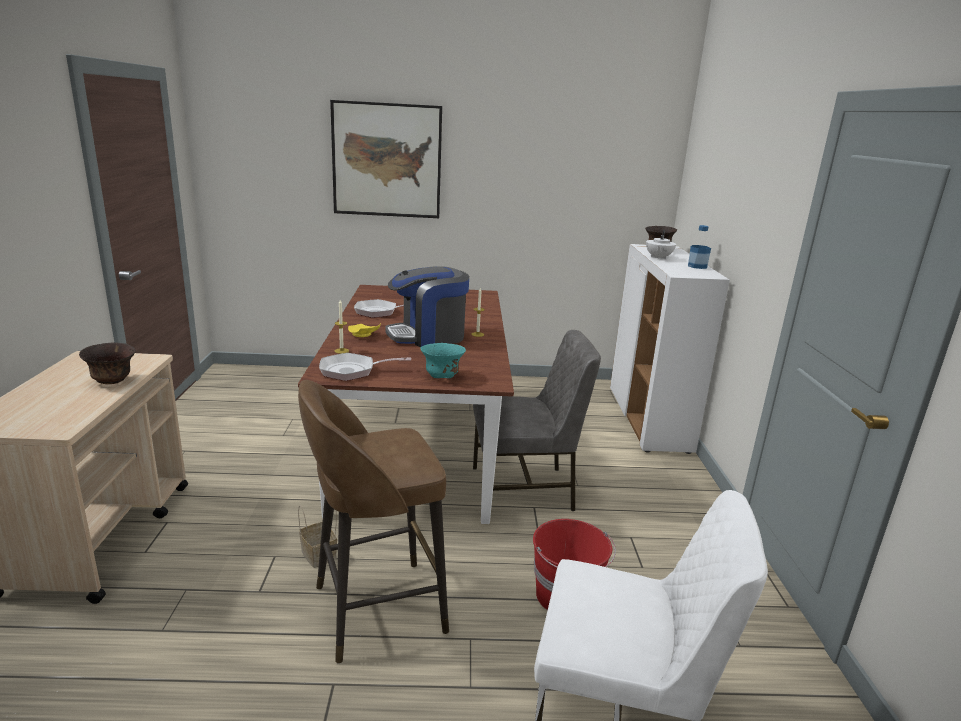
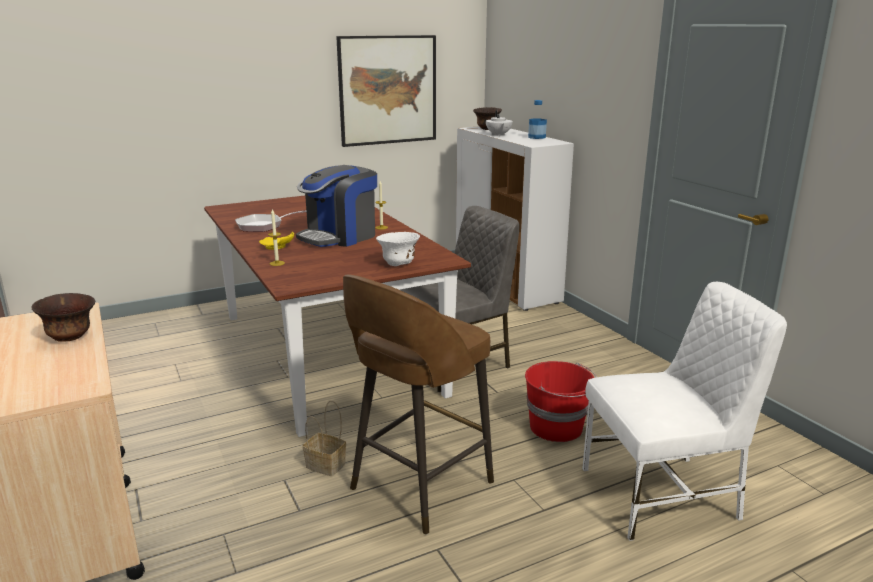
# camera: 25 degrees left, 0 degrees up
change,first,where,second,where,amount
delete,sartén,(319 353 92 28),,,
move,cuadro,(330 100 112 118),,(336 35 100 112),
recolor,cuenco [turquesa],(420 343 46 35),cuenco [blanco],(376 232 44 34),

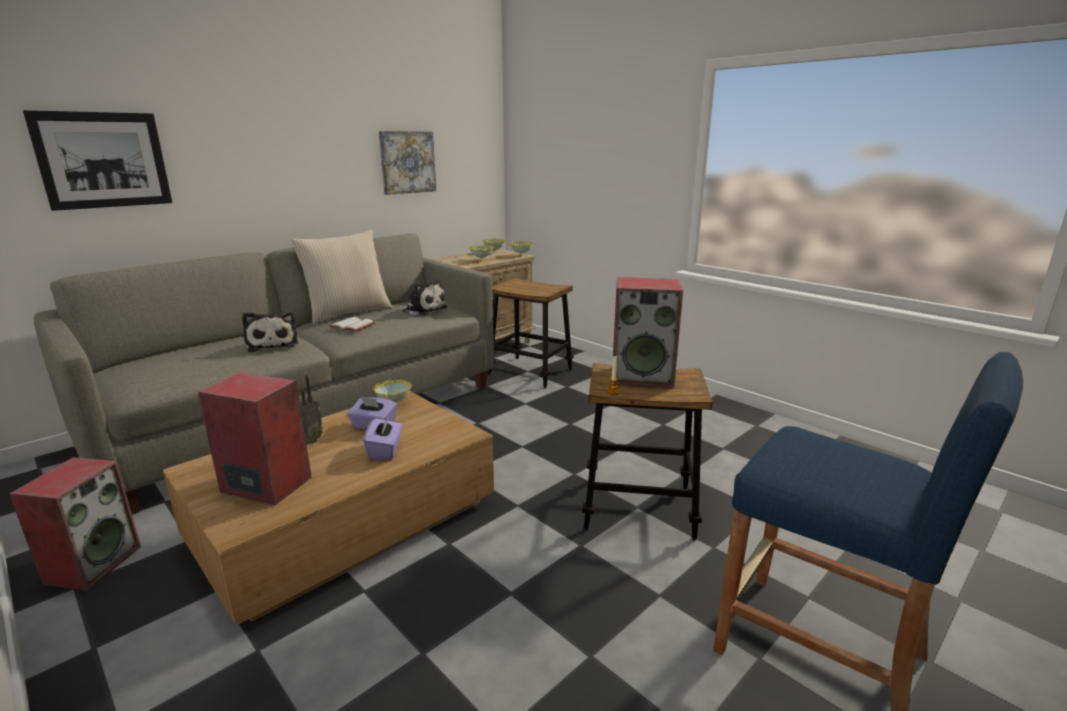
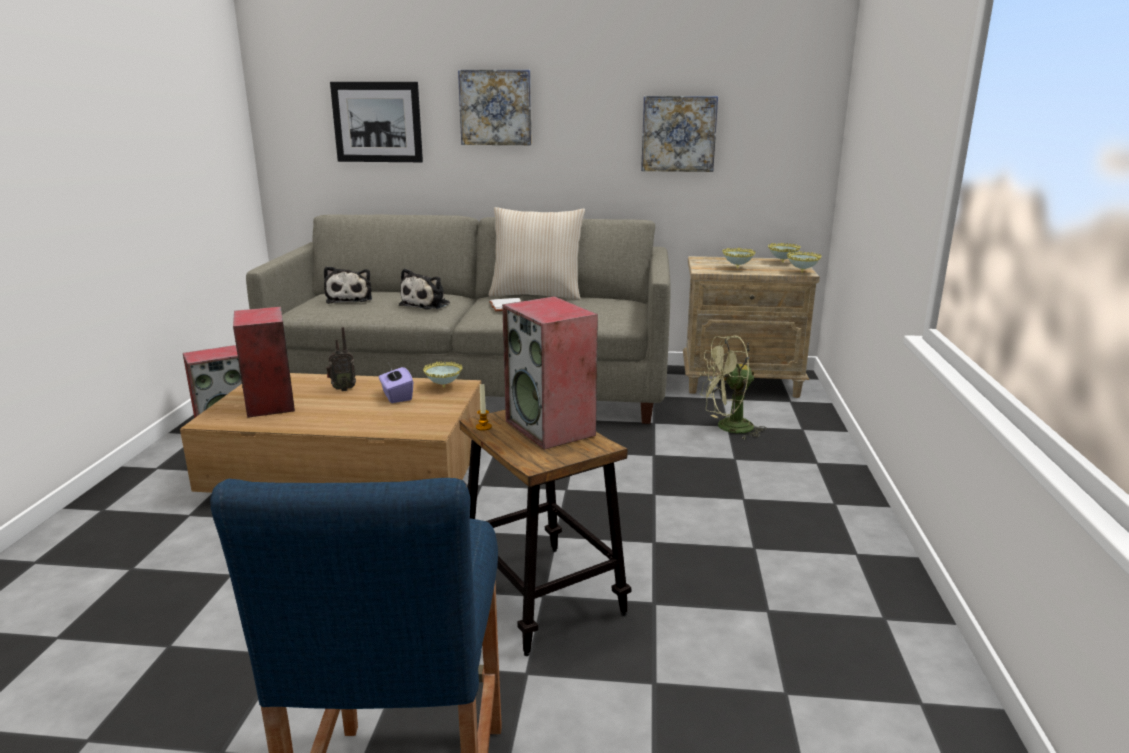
# camera: 50 degrees right, 0 degrees up
change,first,where,second,where,amount
delete,caja de pañuelos [morado],(364 415 38 45),,,
insert,,,cuadro,(458 70 74 75),
move,peluche,(399 281 48 35),,(324 266 48 38),
replace,taburete,(488 278 86 110),ventilador [verde],(700 335 67 105),

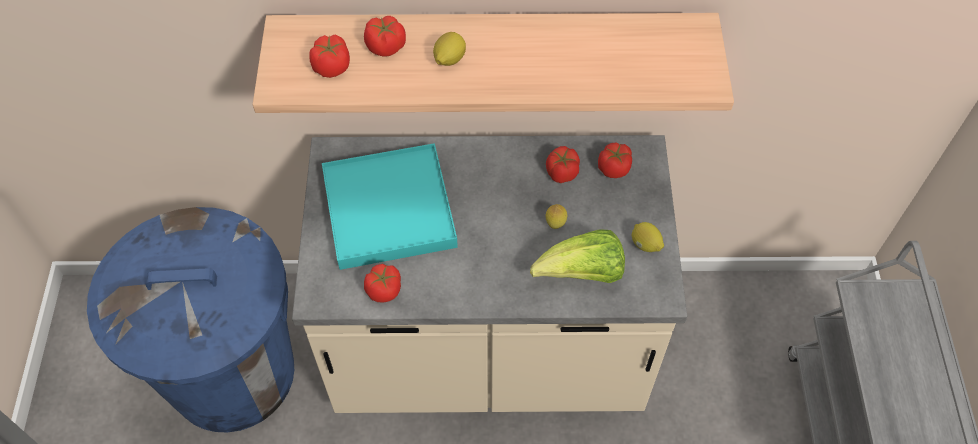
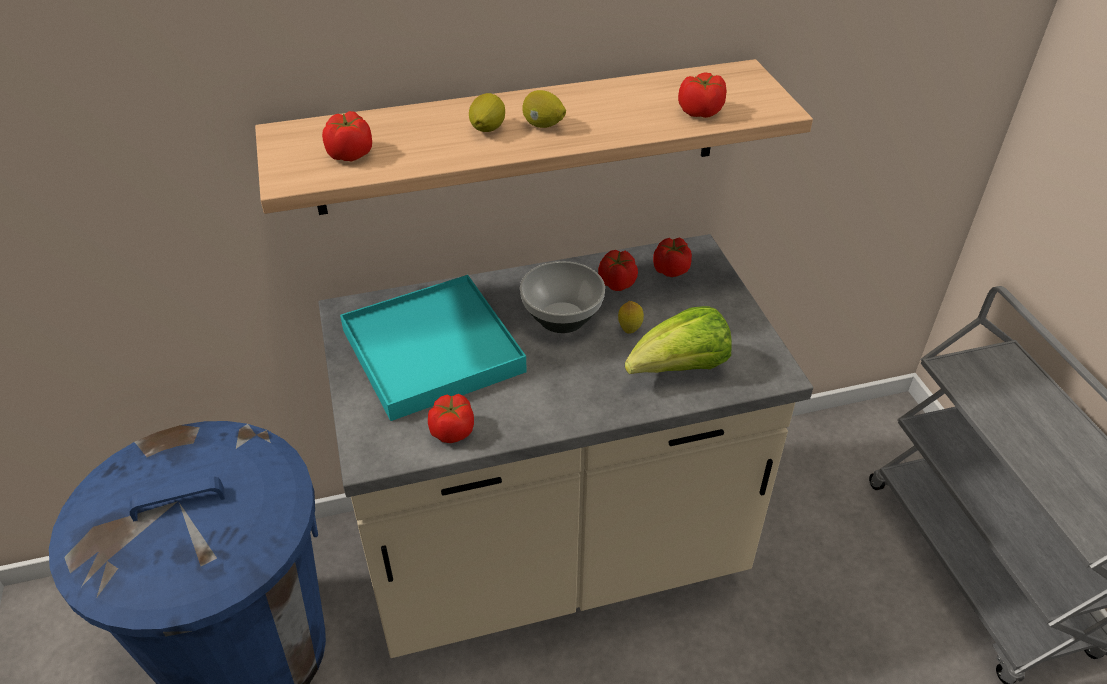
# camera: 15 degrees left, 15 degrees down
change,first,where,second,where,amount
insert,,,cuenco,(520 261 85 72),
move,tomate,(364 16 42 41),,(678 72 49 46),
move,limón,(632 222 32 30),,(522 90 44 38),

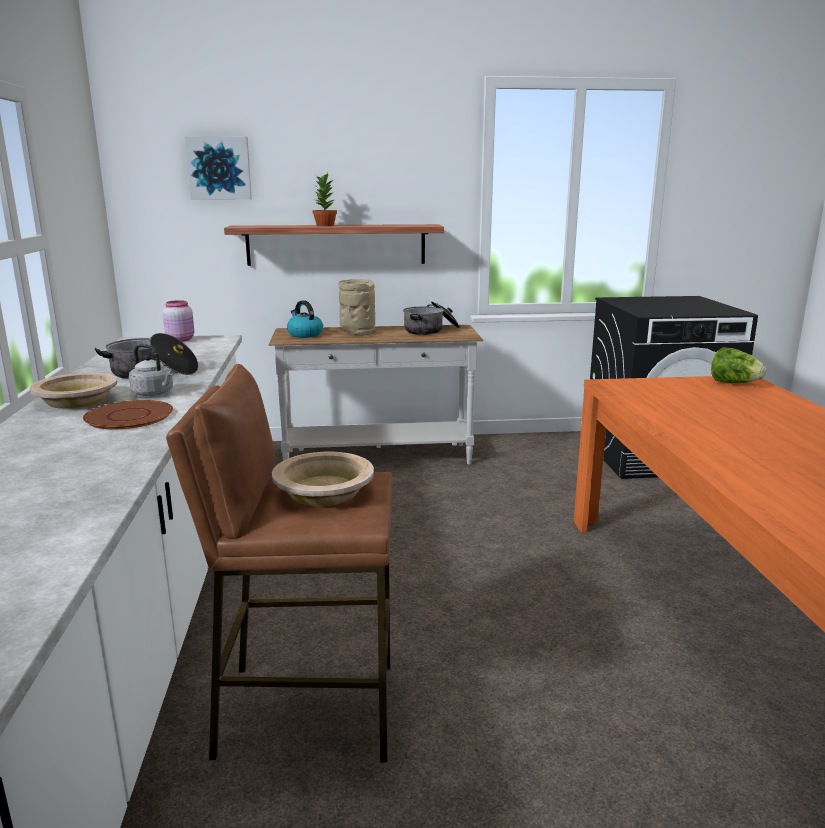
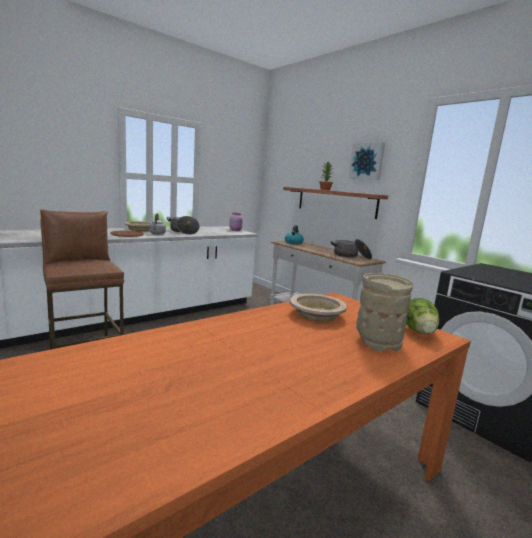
# camera: 55 degrees right, 5 degrees down
change,first,where,second,where,amount
move,cuadro,(185 136 67 64),,(349 142 36 38),
move,cuenco [beis],(272 452 102 54),,(290 294 57 28),
move,florero [beis],(339 279 36 56),,(356 273 57 79),

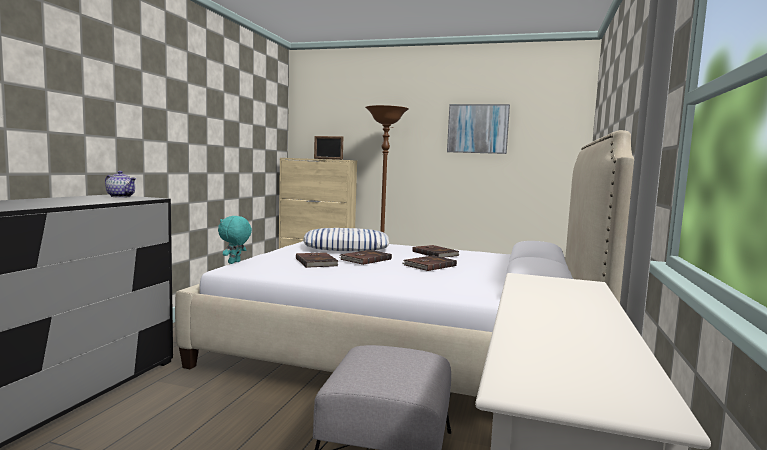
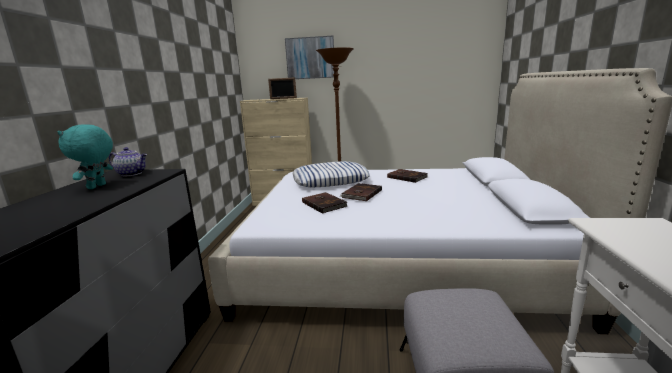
# camera: 10 degrees left, 10 degrees up
change,first,where,second,where,amount
delete,libro [marrón],(403 255 54 16),,,
move,peluche [turquesa],(218 216 34 48),,(57 124 56 65),
move,cuadro,(447 104 63 50),,(285 36 49 43),

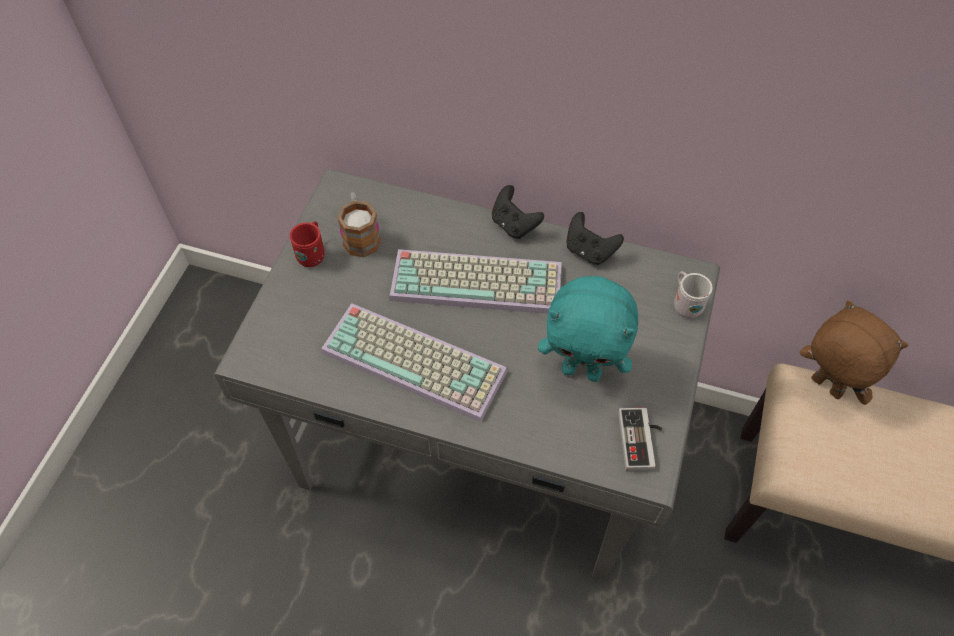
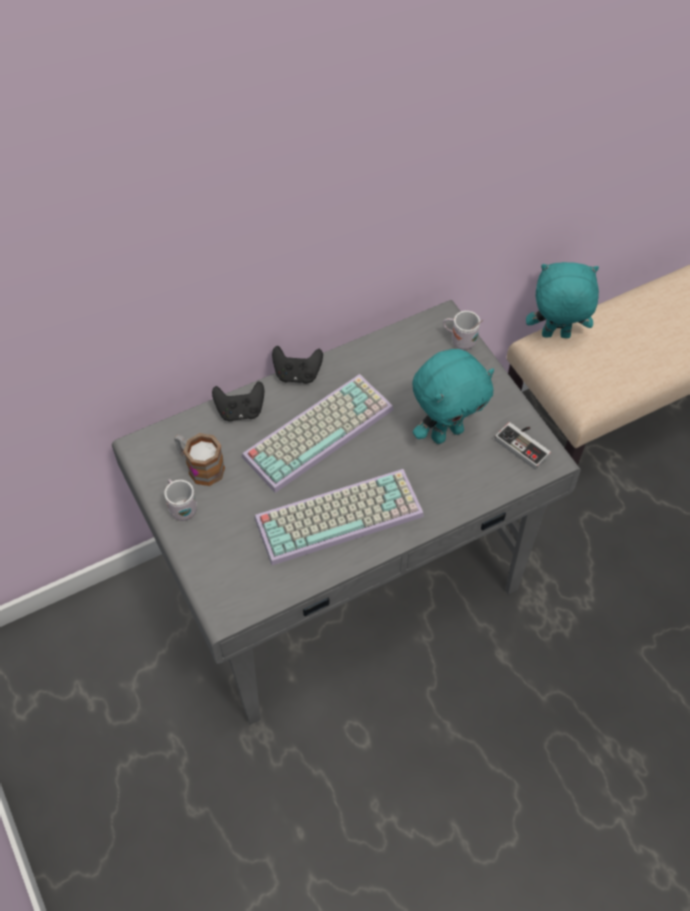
# camera: 45 degrees left, 0 degrees up
change,first,where,second,where,amount
move,mando de consola [negro],(566 212 58 53),,(212 381 52 41),
recolor,taza grande [rojo],(290 221 35 46),taza grande [blanco],(164 479 33 42),
recolor,peluche [marrón],(800 300 108 105),peluche [turquesa],(526 262 73 76),

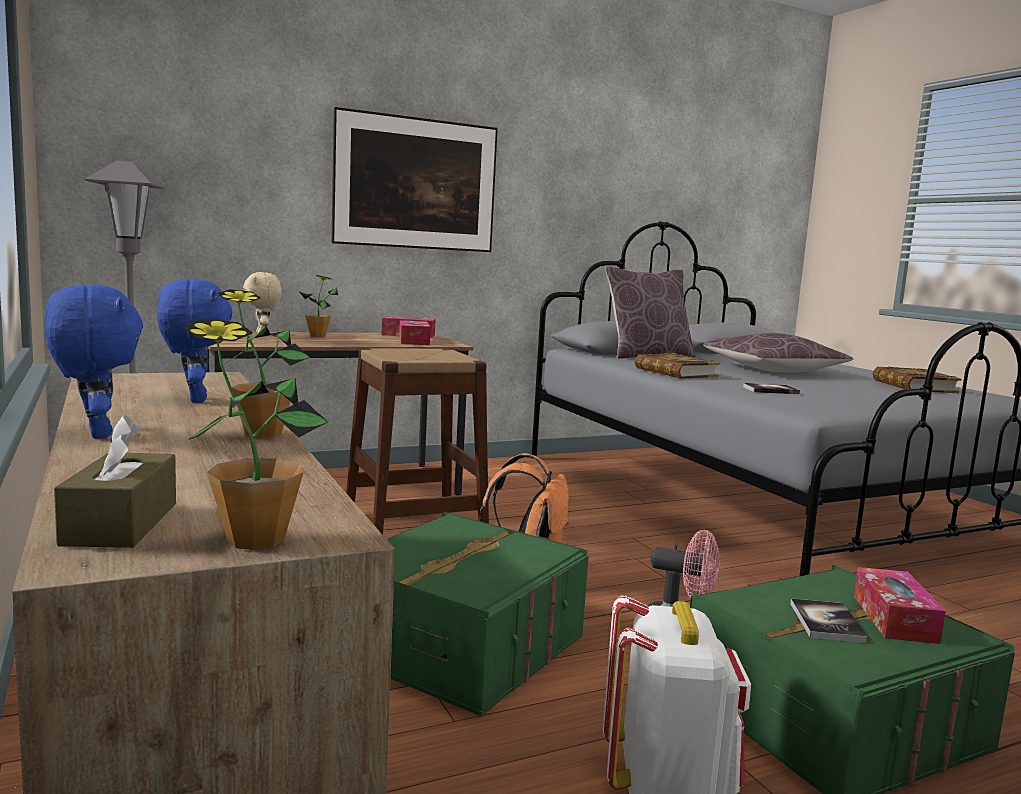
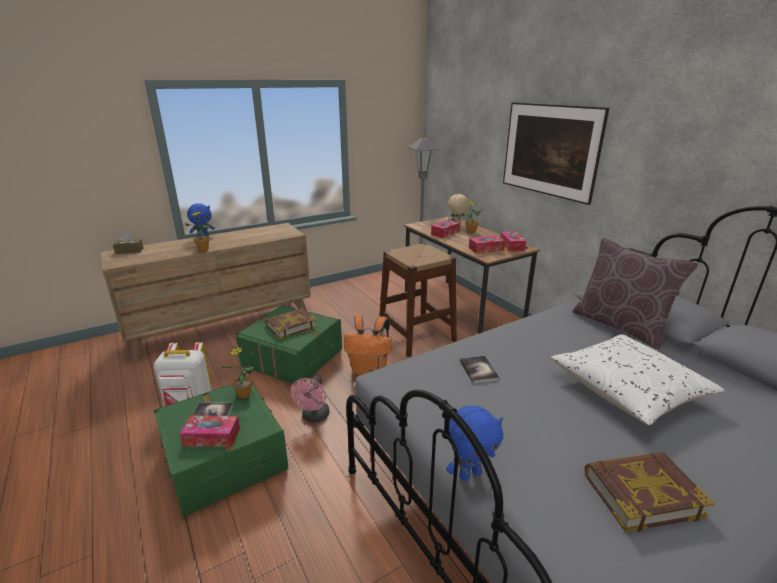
# camera: 85 degrees right, 15 degrees up
change,first,where,second,where,amount
insert,,,caja de pañuelos,(431 220 29 18),
move,peluche [azul],(157 279 75 124),,(446 406 57 76),
move,planta en maceta,(182 319 146 231),,(222 347 33 52),
move,libro,(635 353 85 26),,(265 308 52 31),
recolor,cojín [marrón],(703 333 150 39),cojín [blanco],(551 334 173 91),

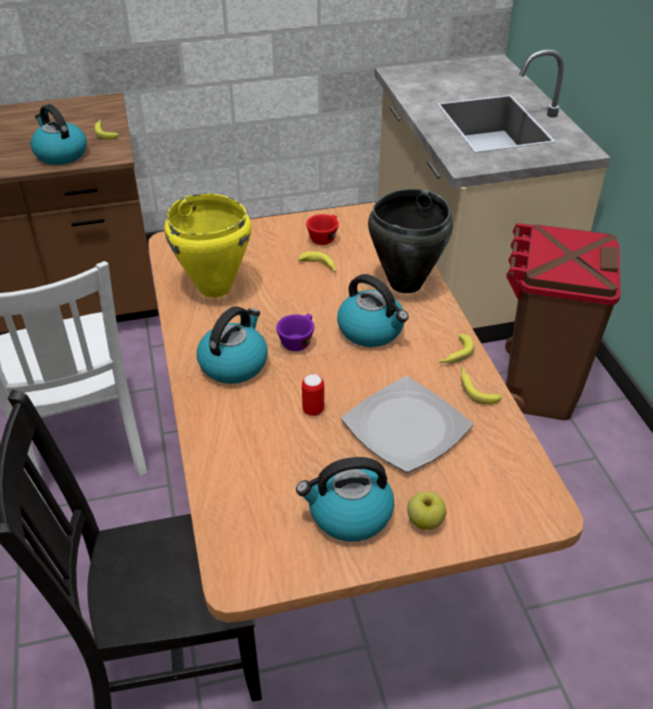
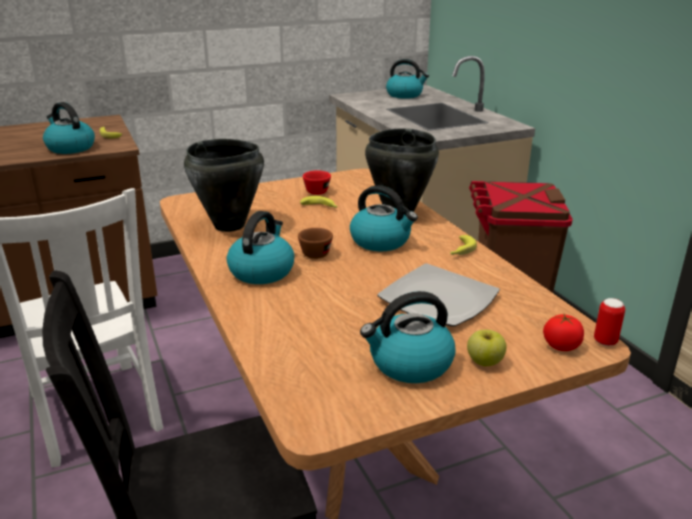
# camera: 10 degrees left, 15 degrees down
change,first,where,second,where,amount
delete,plátano,(461 367 41 38),,,
insert,,,hervidor,(386 59 43 40),
insert,,,tomate,(543 314 41 37),
move,lata,(302 374 22 42),,(594 298 31 48),
recolor,olla [amarillo],(165 193 87 105),olla [negro],(184 139 80 93),
recolor,taza [morado],(276 314 38 37),taza [marrón],(298 228 35 31),

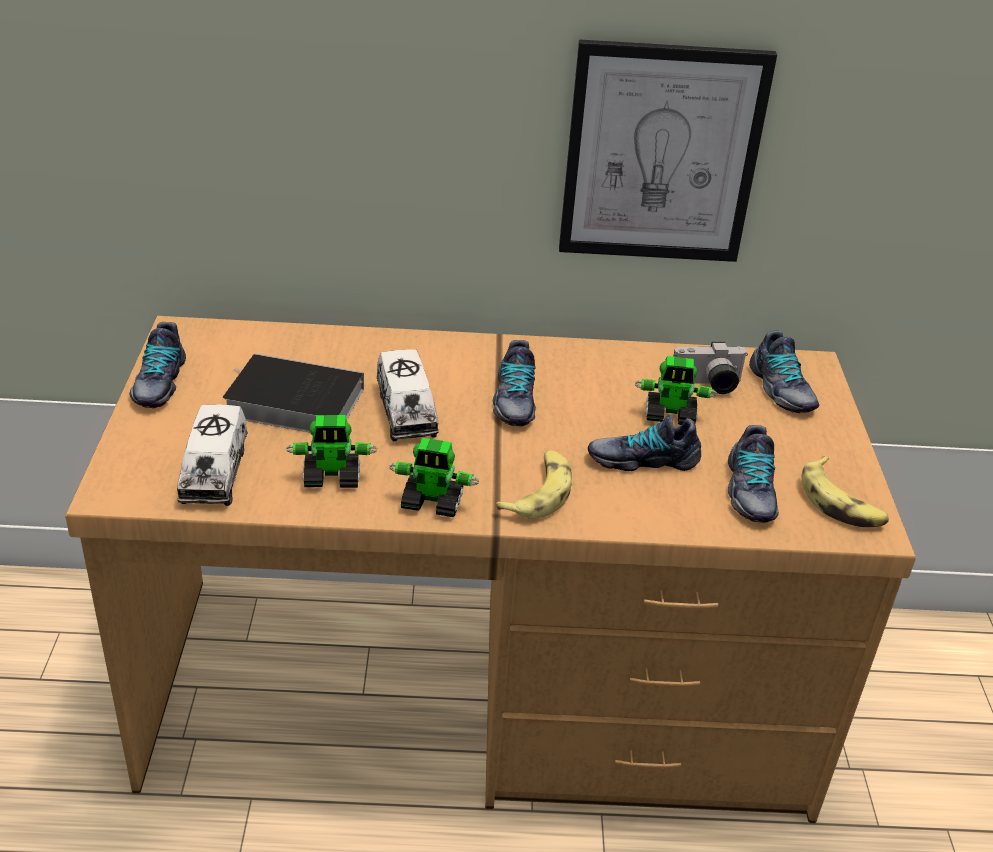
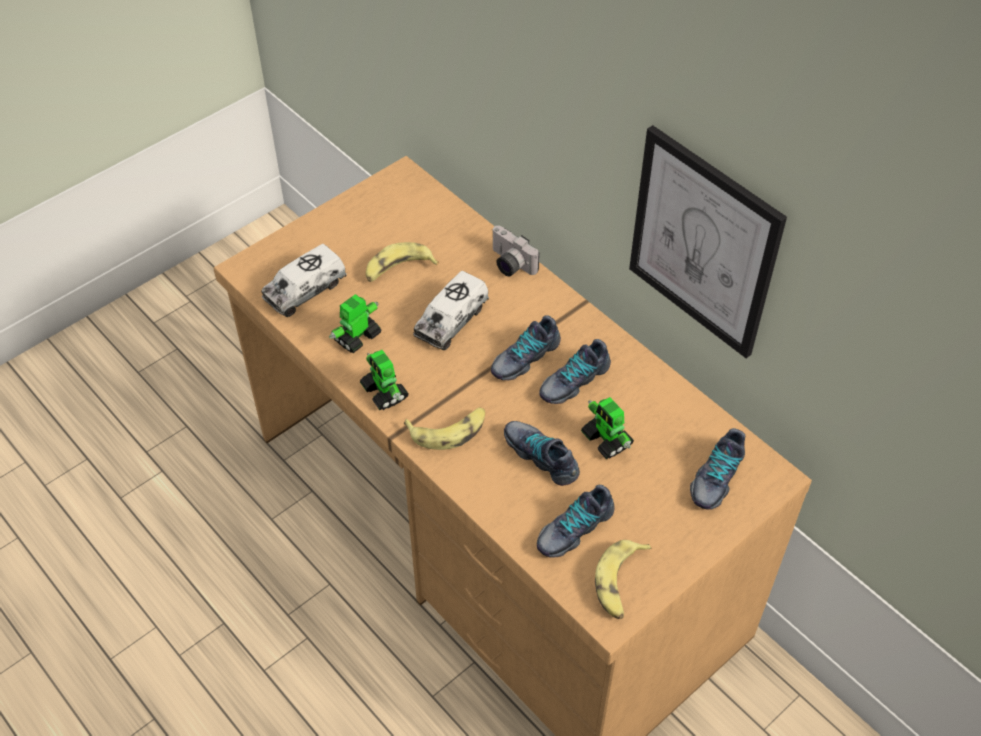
# camera: 50 degrees right, 15 degrees up
change,first,where,second,where,amount
move,zapato,(129 322 57 87),,(539 339 72 65),
move,cámara,(673 342 74 52),,(493 225 47 51),
replace,libro,(223 353 141 79),plátano,(366 242 73 40),
rotate,robot de juguete,(286 415 91 73),,(329 294 52 59),90 degrees clockwise

